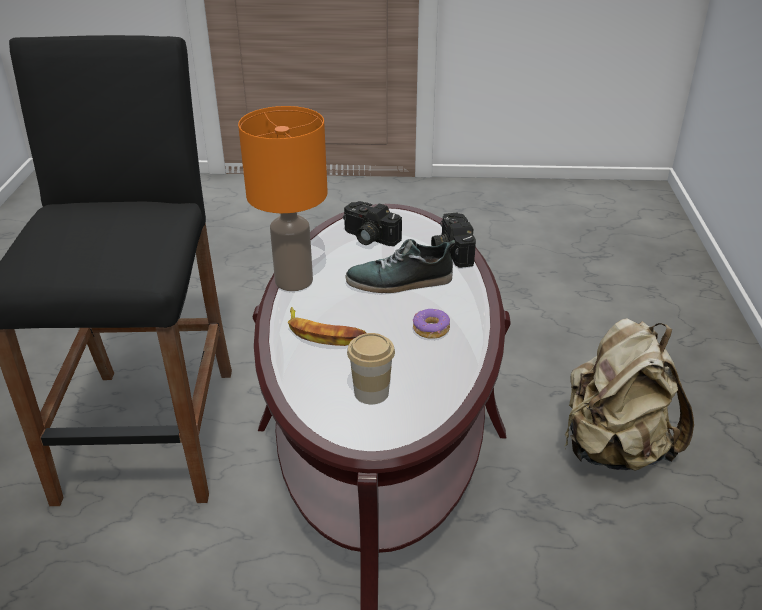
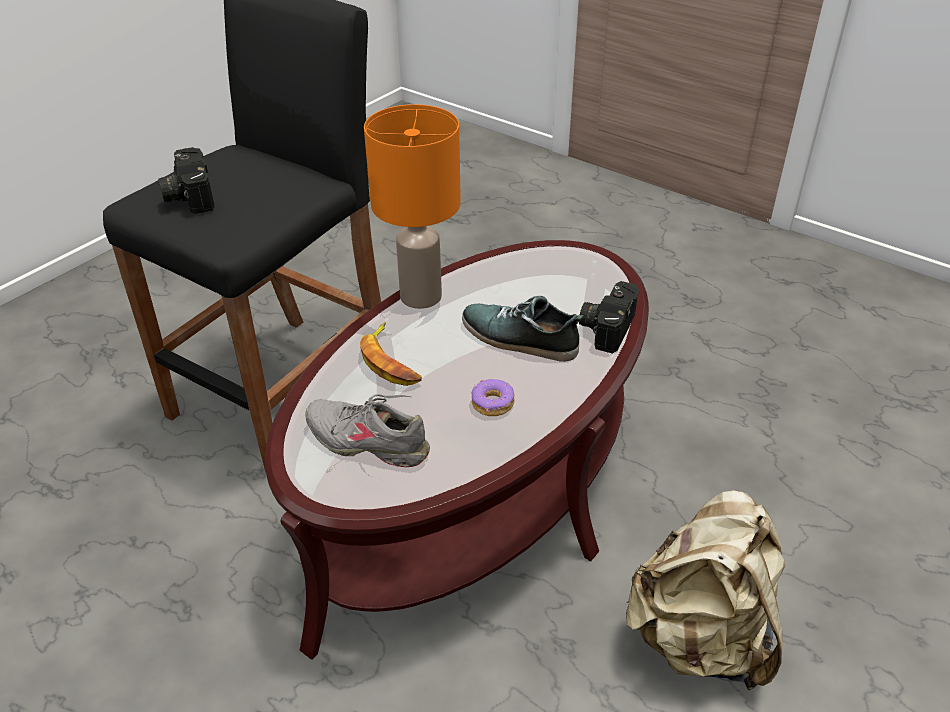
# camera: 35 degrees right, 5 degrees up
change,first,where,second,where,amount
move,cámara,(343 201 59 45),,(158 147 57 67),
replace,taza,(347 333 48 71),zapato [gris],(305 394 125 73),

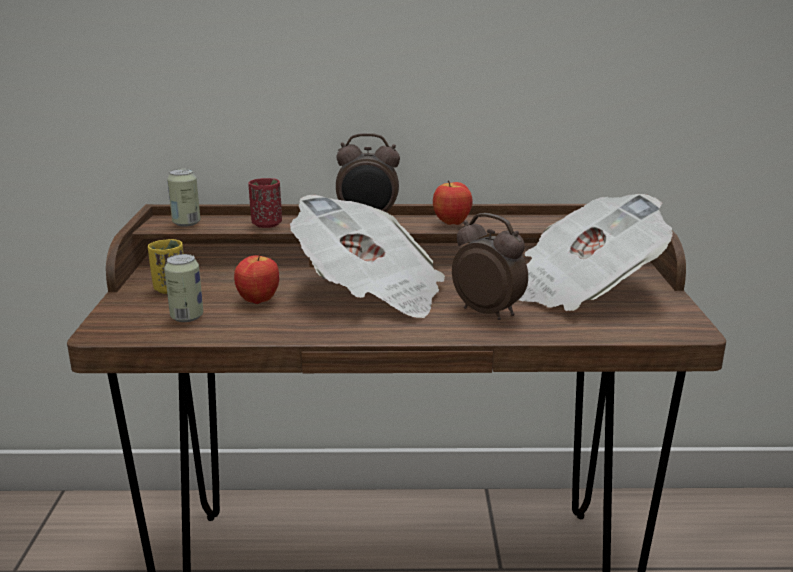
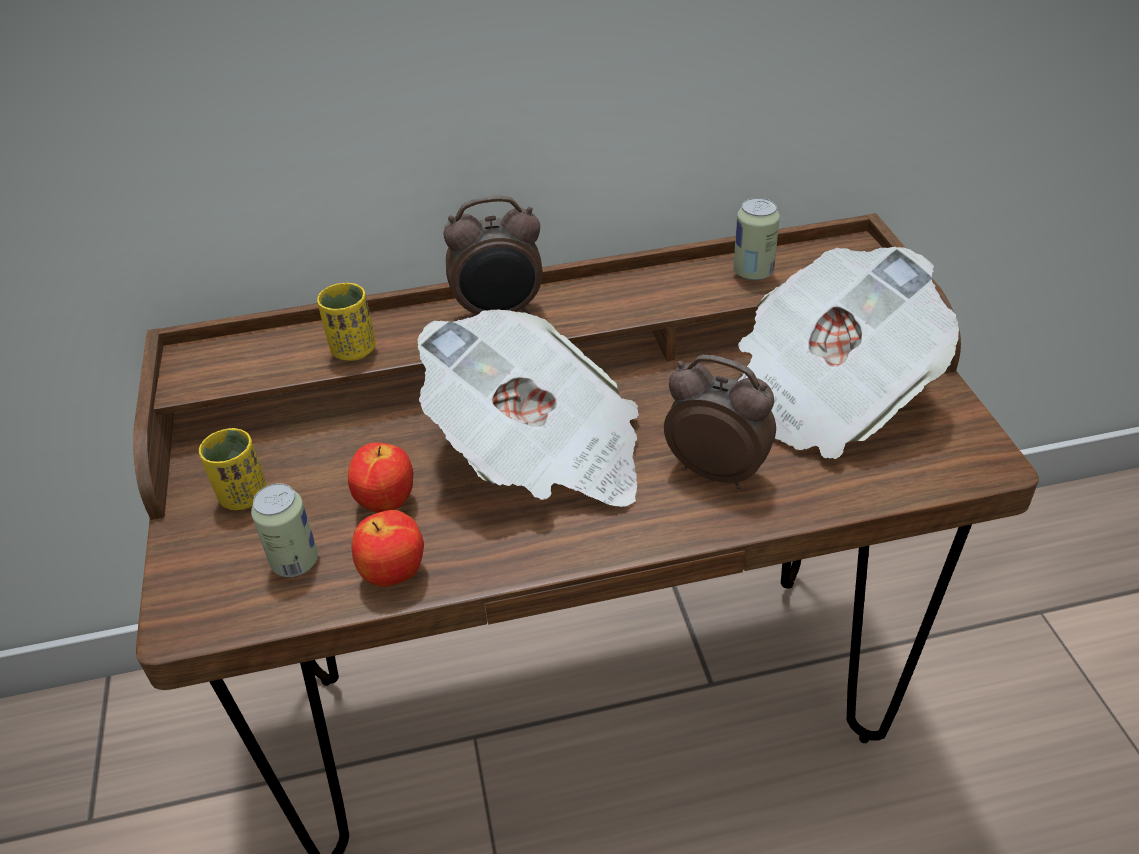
# camera: 10 degrees left, 20 degrees up
change,first,where,second,where,amount
move,lata,(167 169 33 58),,(733 198 47 83),
move,manzana,(433 180 39 45),,(351 510 73 77),
recolor,taza [rojo],(248 178 34 50),taza [amarillo],(317 283 59 78),

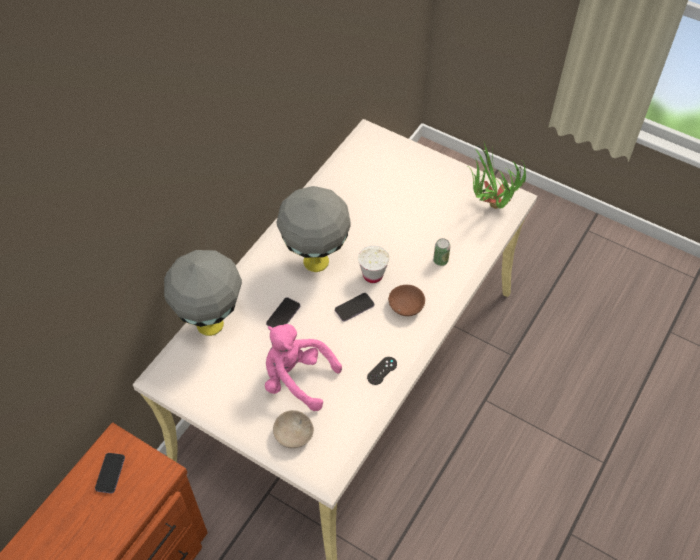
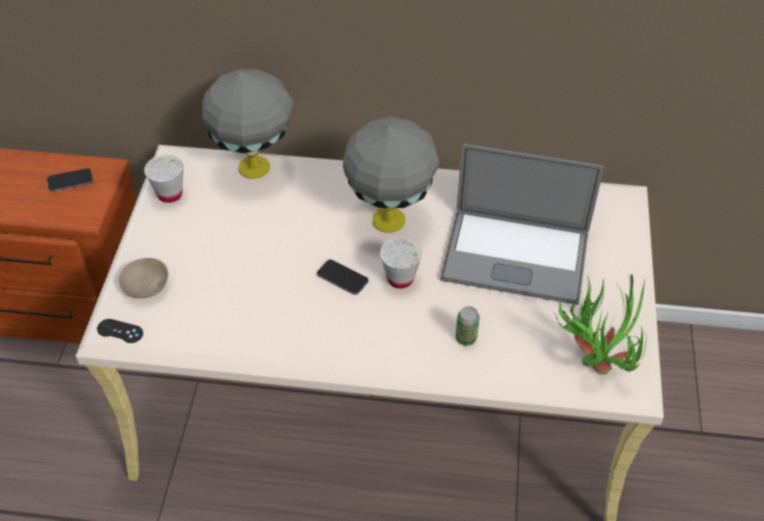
# camera: 65 degrees right, 5 degrees down
change,first,where,second,where,amount
delete,peluche [rosa],(265 324 77 87),,,
delete,móvil,(266 297 34 31),,,
delete,cuenco [marrón],(388 285 37 31),,,
insert,,,taza [blanco],(144 155 40 48),
insert,,,portátil,(440 144 164 161),
move,mando de consola [negro],(367 357 30 28),,(97 319 46 24),

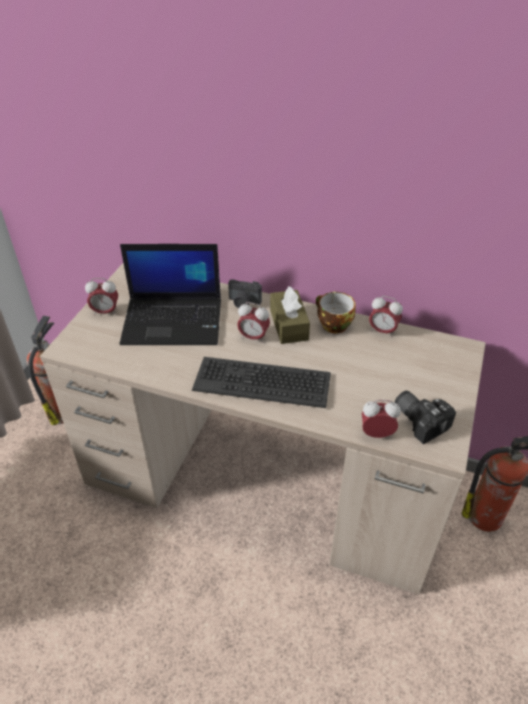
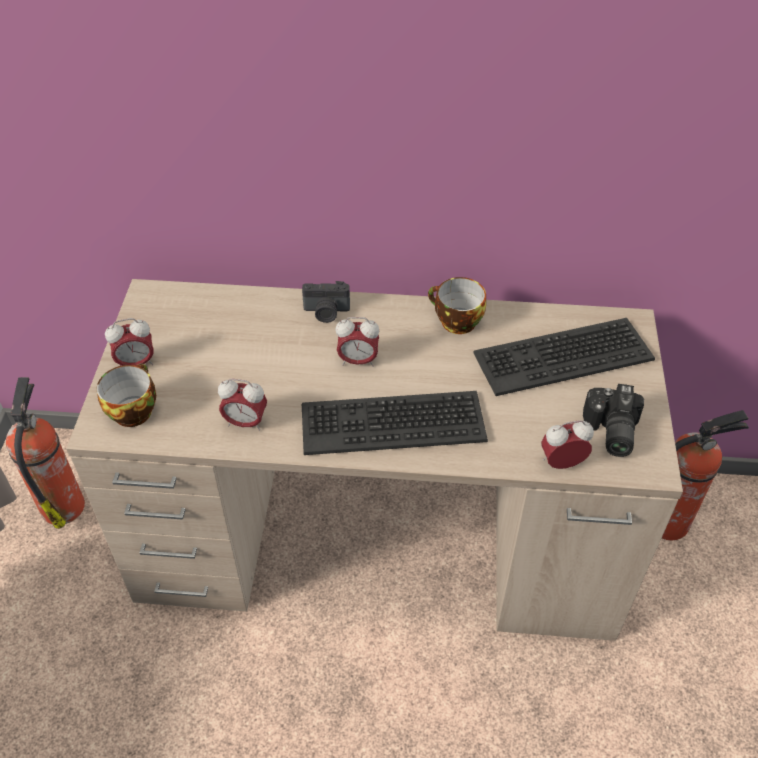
# camera: 15 degrees left, 5 degrees up
change,first,where,second,where,amount
delete,portátil,(120 244 101 101),,,
delete,caja de pañuelos [marrón],(270 286 40 58),,,
insert,,,taza,(96 364 60 63),
insert,,,teclado,(473 318 182 78),
move,despertador,(369 296 34 41),,(218 379 49 52),
rotate,cámara,(395 391 61 53),,(583 384 61 73),120 degrees counterclockwise

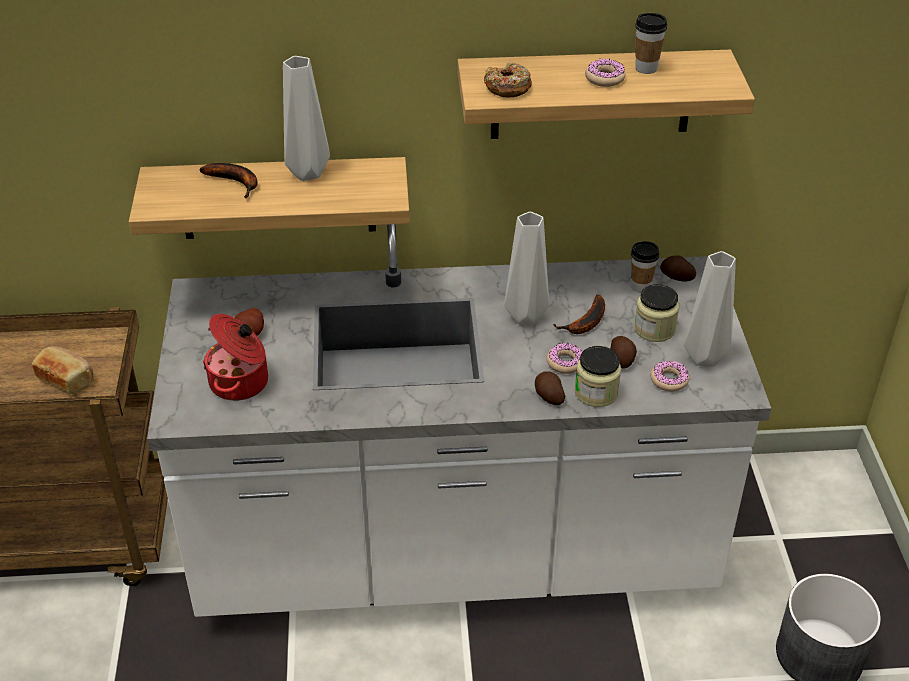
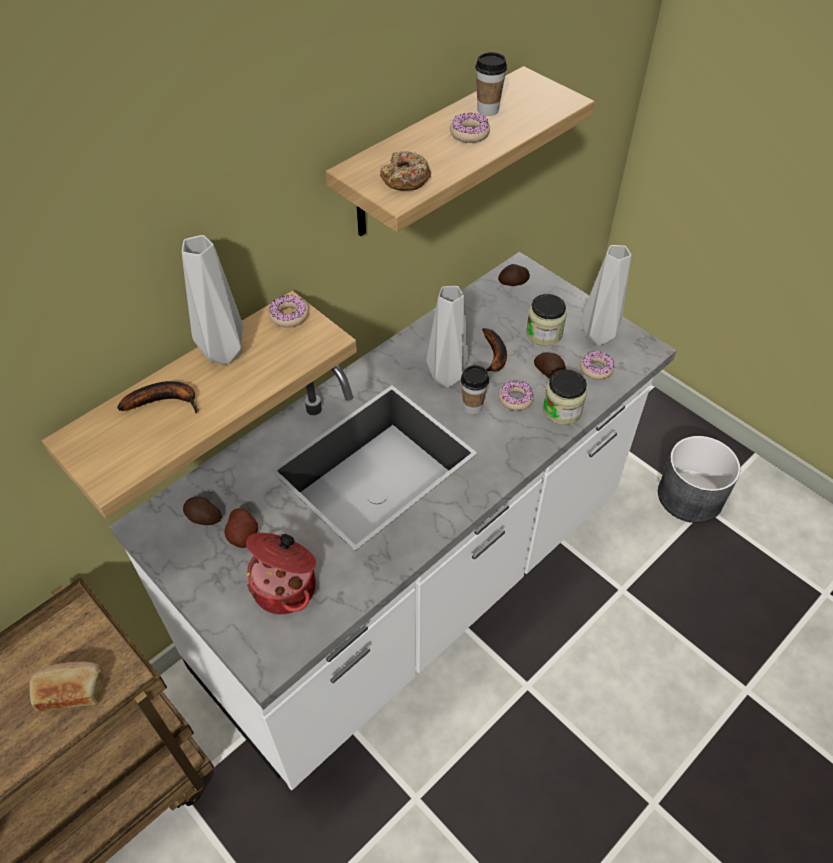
# camera: 40 degrees left, 10 degrees up
change,first,where,second,where,amount
insert,,,rosquilla,(269 295 40 32),
move,patata,(535 371 30 34),,(183 497 39 28),
move,taza,(631 241 28 52),,(461 365 28 49),

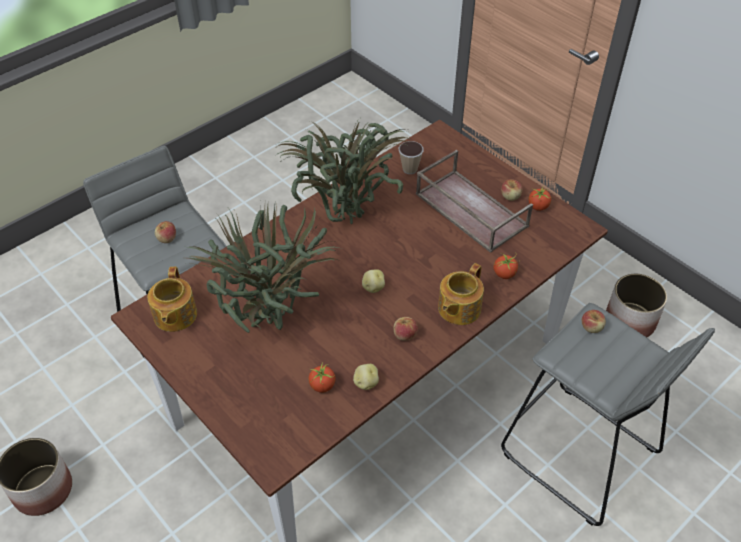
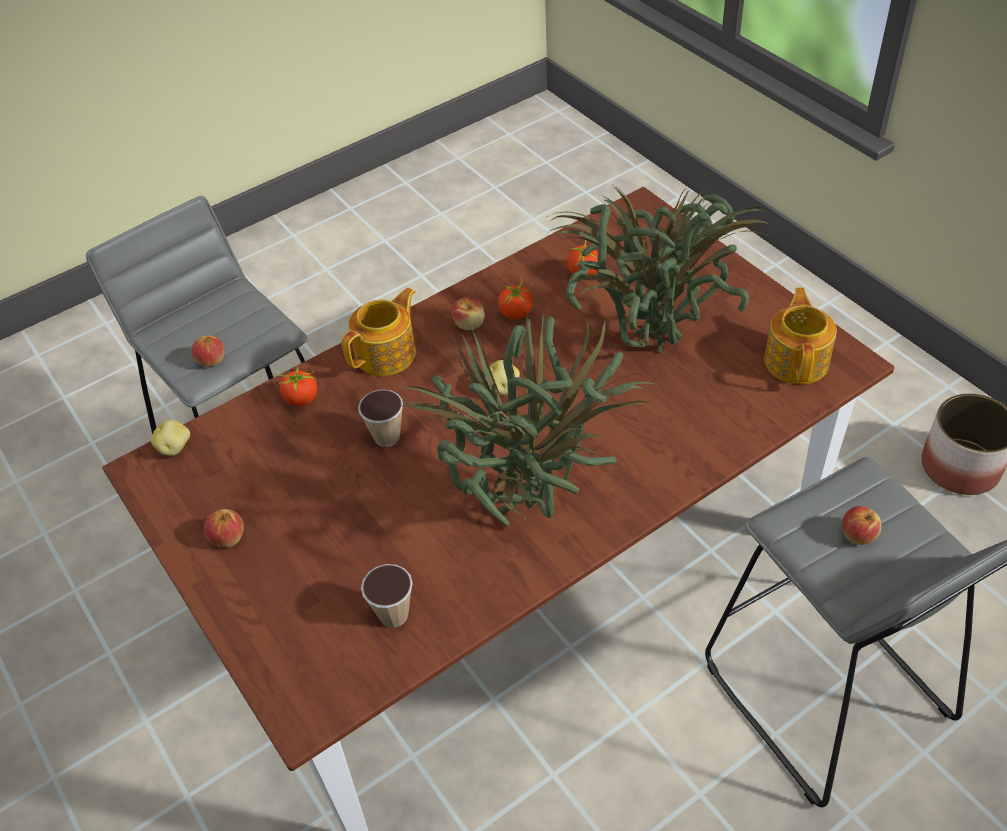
# camera: 170 degrees left, 0 degrees up
change,first,where,second,where,amount
delete,bandeja [marrón],(416 150 117 103),,,
delete,maceta,(606 273 61 64),,,
insert,,,taza,(358 389 45 58),
move,patata,(353 364 26 26),,(151 419 39 37),
move,tomate,(528 186 23 25),,(498 279 35 40),

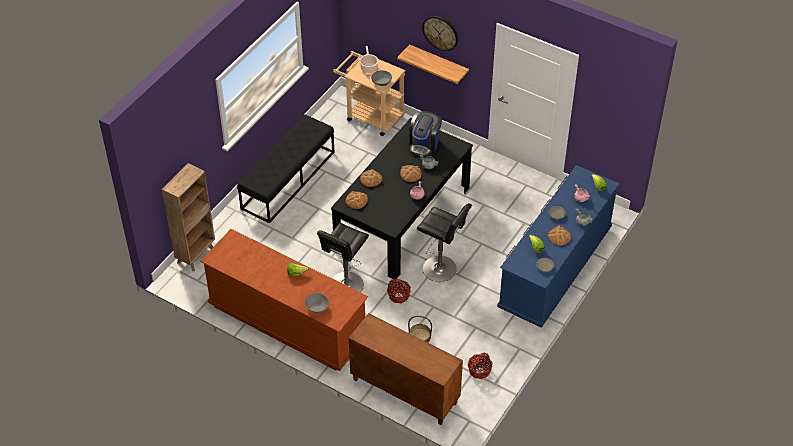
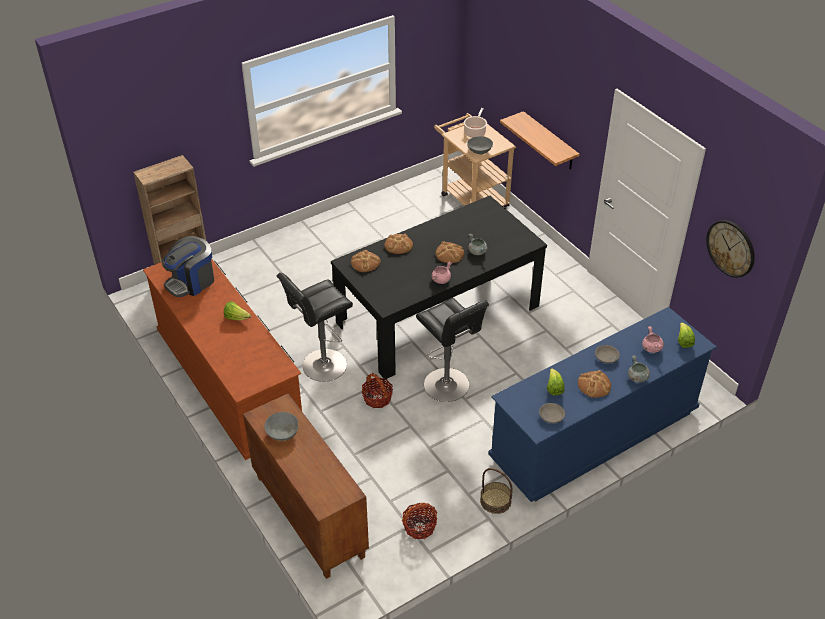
# camera: 25 degrees right, 5 degrees down
change,first,where,second,where,amount
delete,banco [negro],(237 114 98 110),,,
move,cuenco [gris],(305 293 24 20),,(265 412 34 29),
move,cesta,(408 316 24 27),,(480 468 33 46),
move,cafetera,(409 111 33 46),,(162 236 52 61),
move,reloj de pared,(422 16 36 35),,(706 220 49 58),

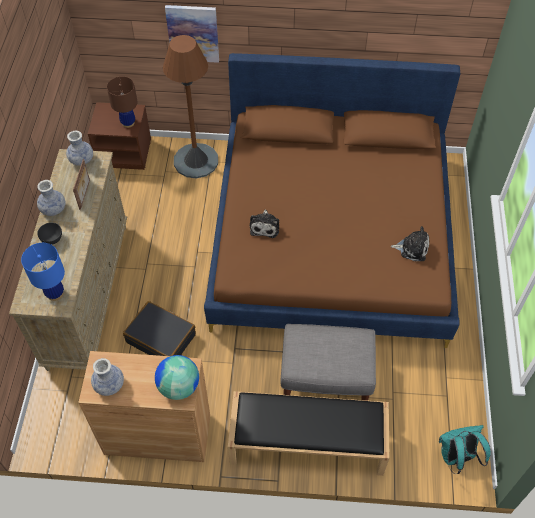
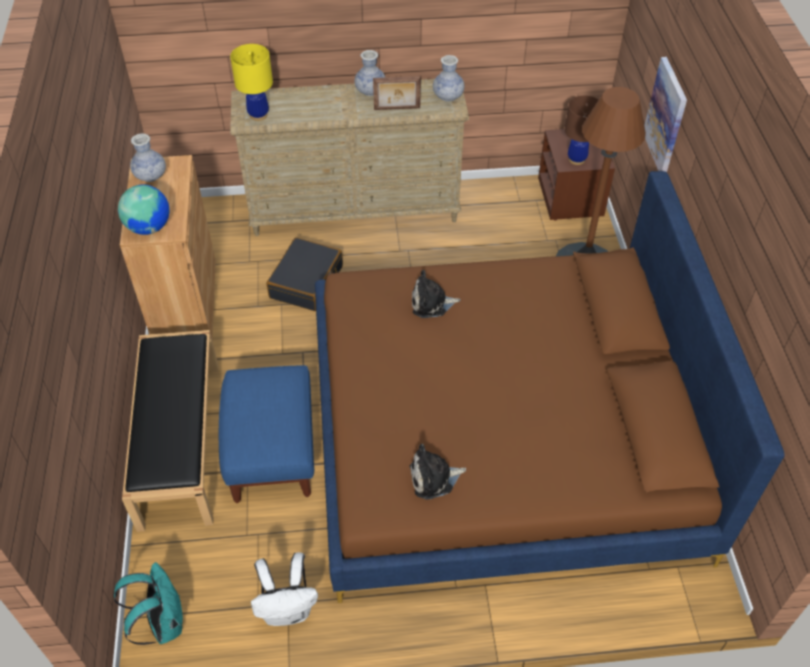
# camera: 80 degrees right, 5 degrees down
change,first,where,second,where,amount
delete,cuenco [gris],(37 223 25 22),,,
insert,,,mochila [blanco],(251 552 67 74),
recolor,lámpara de mesa [azul],(21 243 44 58),lámpara de mesa [amarillo],(230 44 43 77),
recolor,puf [gris],(280 324 96 77),puf [azul],(219 365 95 138),
rotate,peluche,(391 226 38 35),,(410 444 56 55),75 degrees clockwise

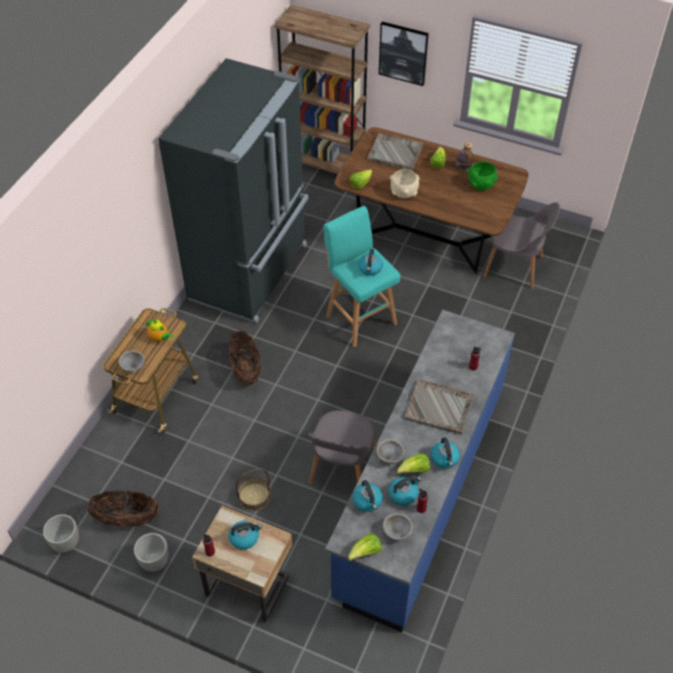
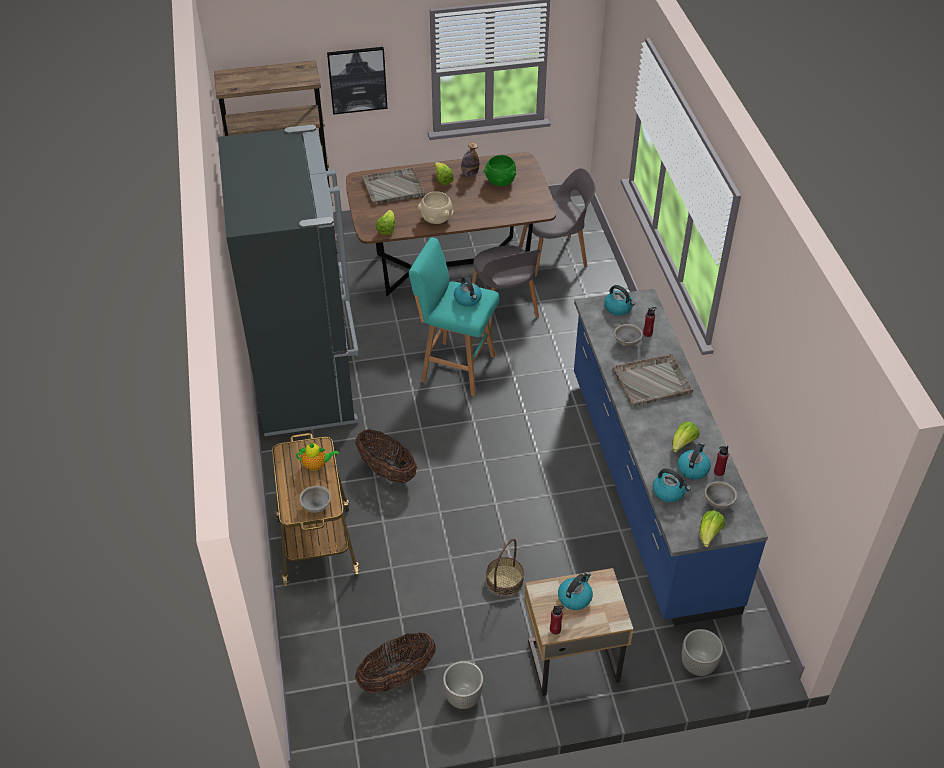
# camera: 35 degrees left, 5 degrees down
change,first,where,second,where,amount
move,maceta,(43 514 36 39),,(682 629 41 47),
move,silla [gris],(308 410 68 75),,(472 245 69 84),
move,cuenco [gris],(377 439 27 25),,(614 324 29 23),
move,hervidor,(431 437 29 32),,(604 285 31 31),

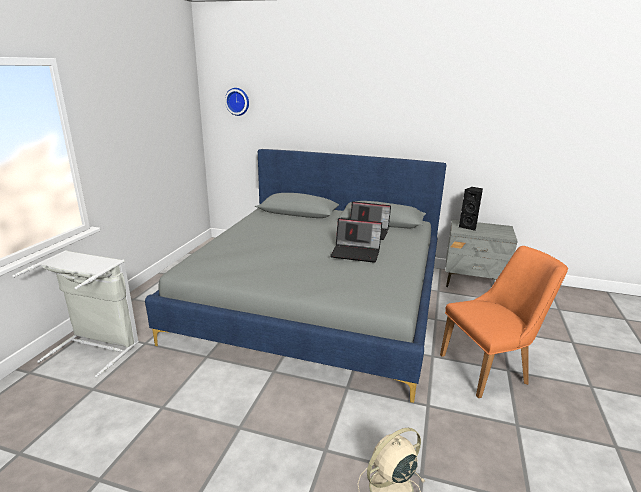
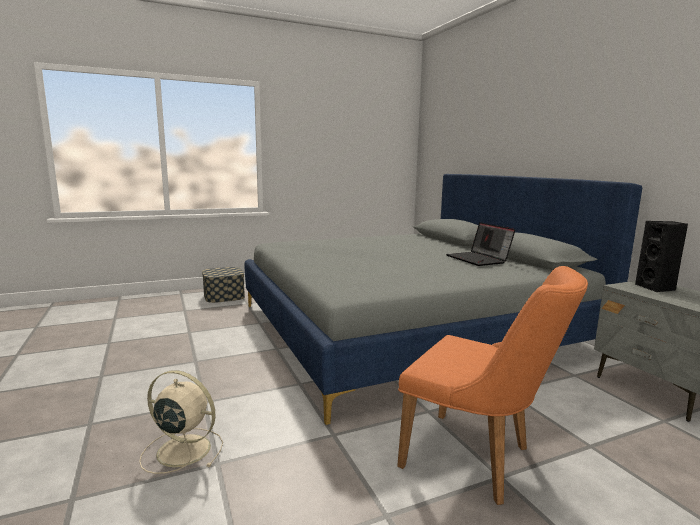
# camera: 50 degrees right, 10 degrees down
change,first,where,second,where,amount
delete,reloj de pared,(225 88 24 28),,,
delete,portátil,(330 218 52 45),,,
replace,cesto de la ropa [gris],(12 250 127 127),caja de almacenaje,(202 267 43 36),

